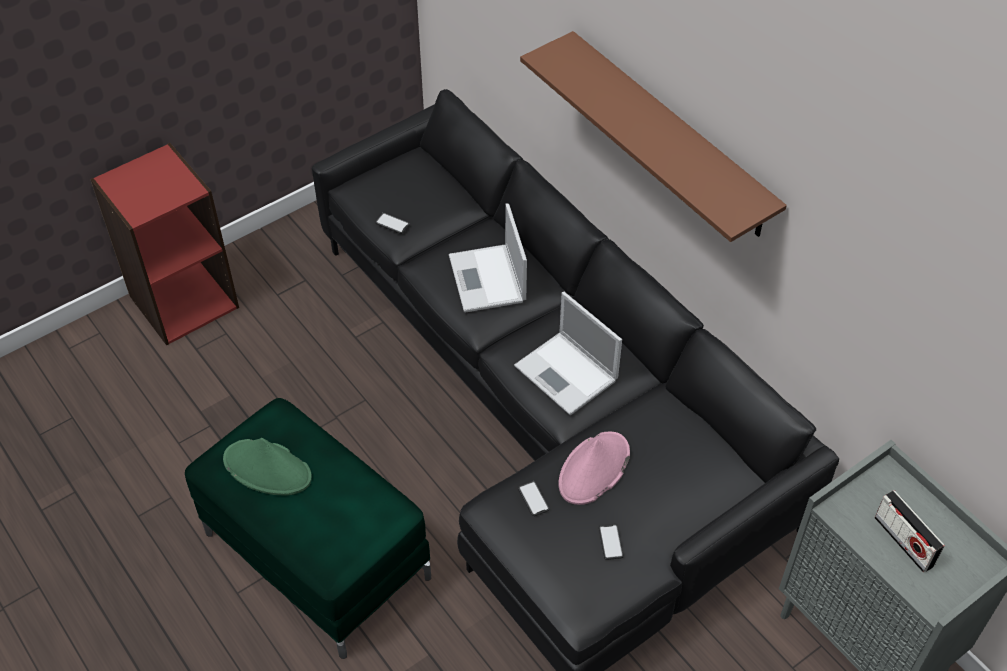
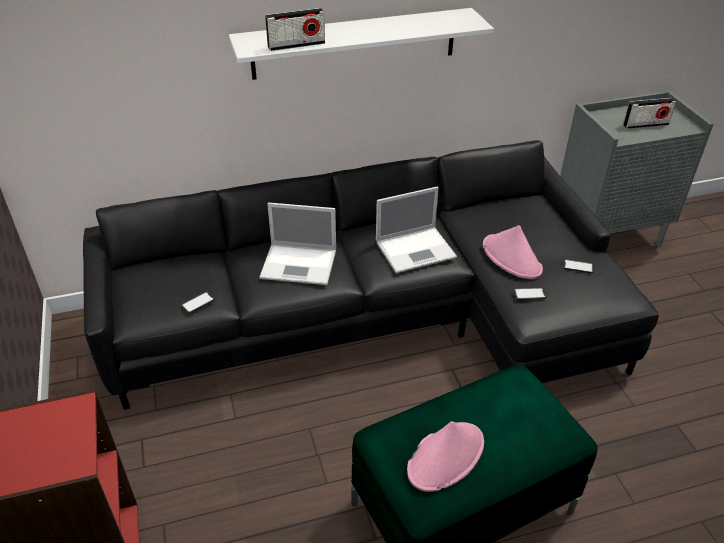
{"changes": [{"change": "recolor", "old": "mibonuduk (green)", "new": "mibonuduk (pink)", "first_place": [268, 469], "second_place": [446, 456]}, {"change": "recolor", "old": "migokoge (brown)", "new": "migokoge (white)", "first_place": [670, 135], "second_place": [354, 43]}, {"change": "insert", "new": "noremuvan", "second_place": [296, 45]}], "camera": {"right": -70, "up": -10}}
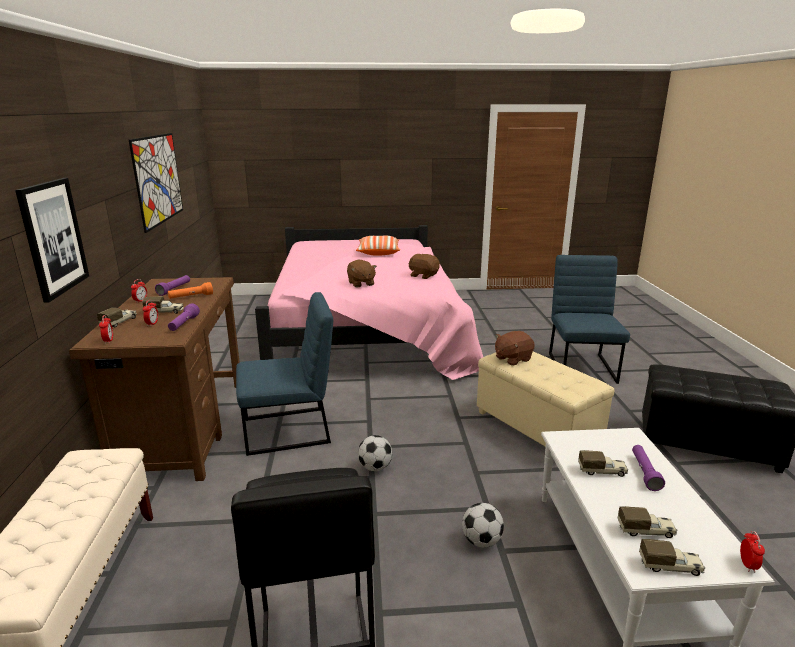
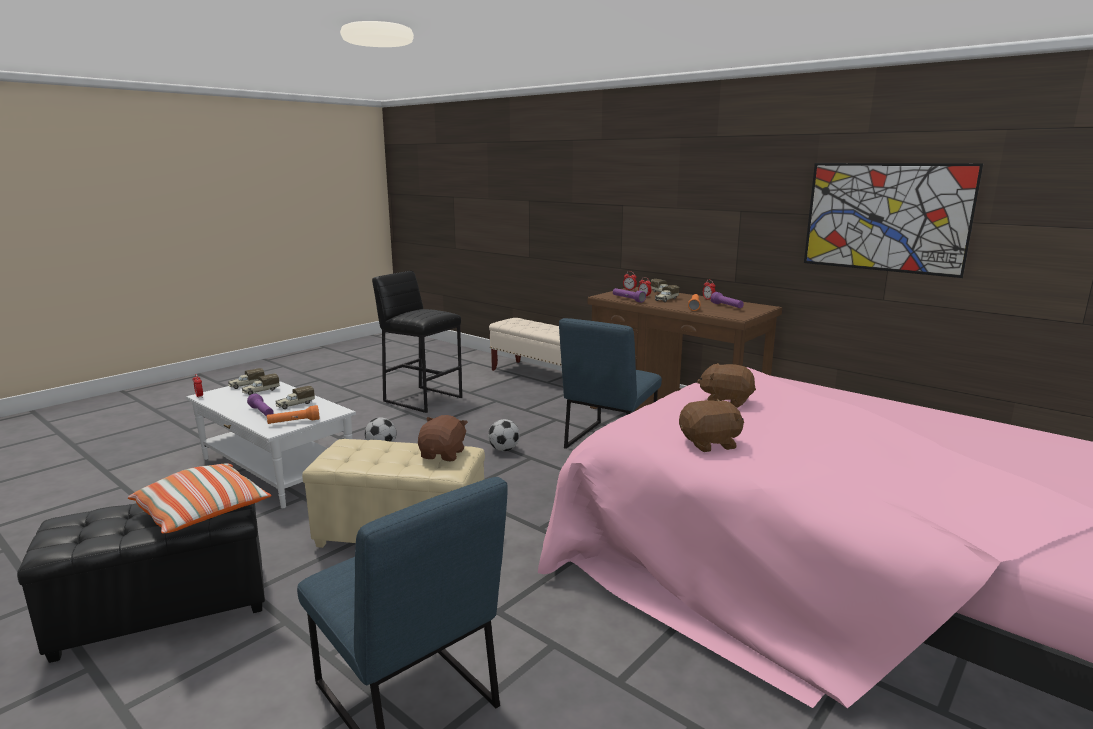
{"changes": [{"change": "delete", "old": "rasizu", "first_place": [53, 237]}, {"change": "move", "old": "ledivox", "first_place": [378, 253], "second_place": [203, 514]}, {"change": "insert", "new": "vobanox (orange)", "second_place": [293, 422]}], "camera": {"right": 135, "up": -5}}
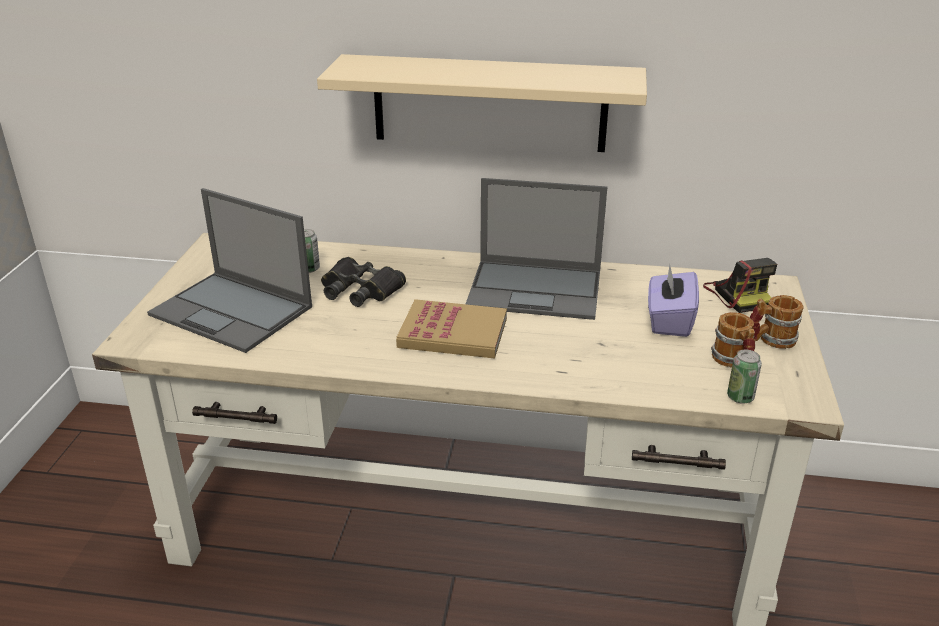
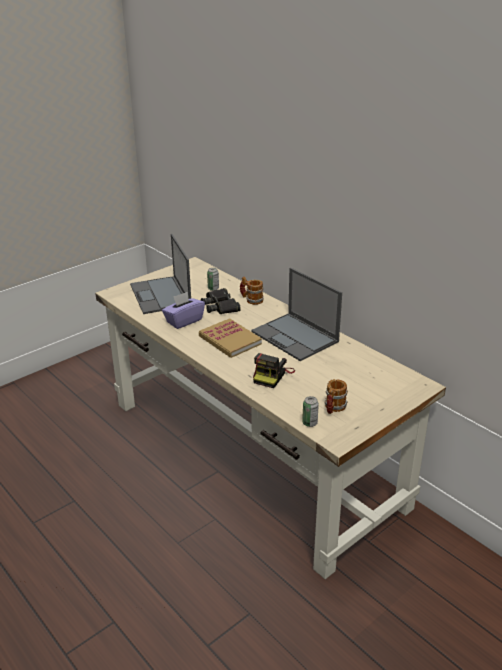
{"changes": [{"change": "delete", "old": "migokoge (beige)", "first_place": [489, 103]}, {"change": "move", "old": "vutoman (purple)", "first_place": [669, 320], "second_place": [184, 321]}, {"change": "move", "old": "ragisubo", "first_place": [738, 295], "second_place": [272, 375]}, {"change": "move", "old": "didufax", "first_place": [770, 340], "second_place": [251, 300]}], "camera": {"right": 40, "up": 0}}
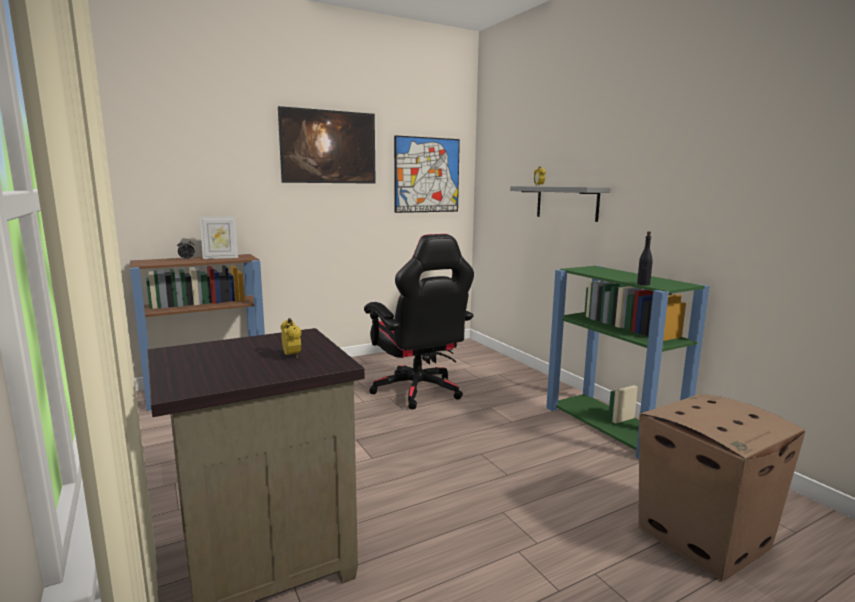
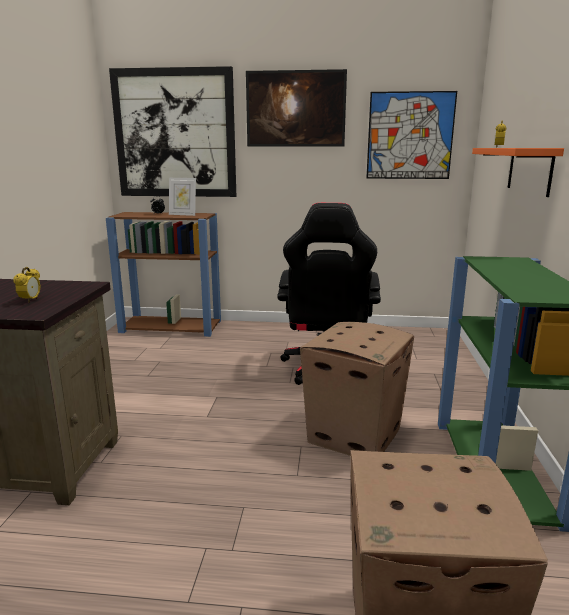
{"changes": [{"change": "recolor", "old": "migokoge (grey)", "new": "migokoge (orange)", "first_place": [566, 203], "second_place": [529, 170]}, {"change": "delete", "old": "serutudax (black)", "first_place": [643, 284]}, {"change": "insert", "new": "rasizu", "second_place": [175, 134]}, {"change": "insert", "new": "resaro", "second_place": [355, 435]}], "camera": {"right": 35, "up": 5}}
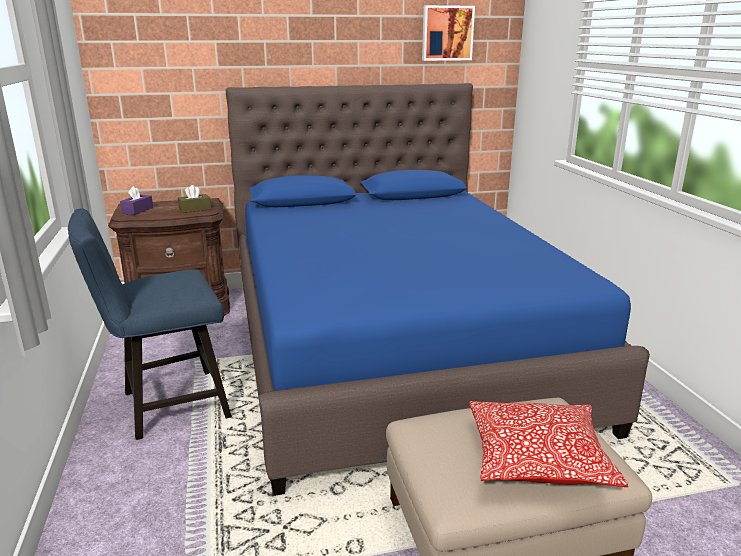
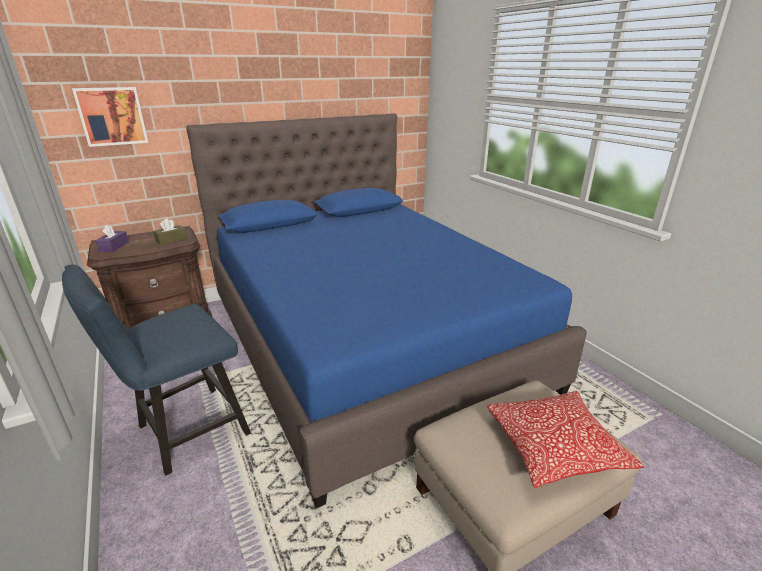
{"changes": [{"change": "move", "old": "rasizu", "first_place": [447, 33], "second_place": [112, 116]}], "camera": {"right": -15, "up": 5}}
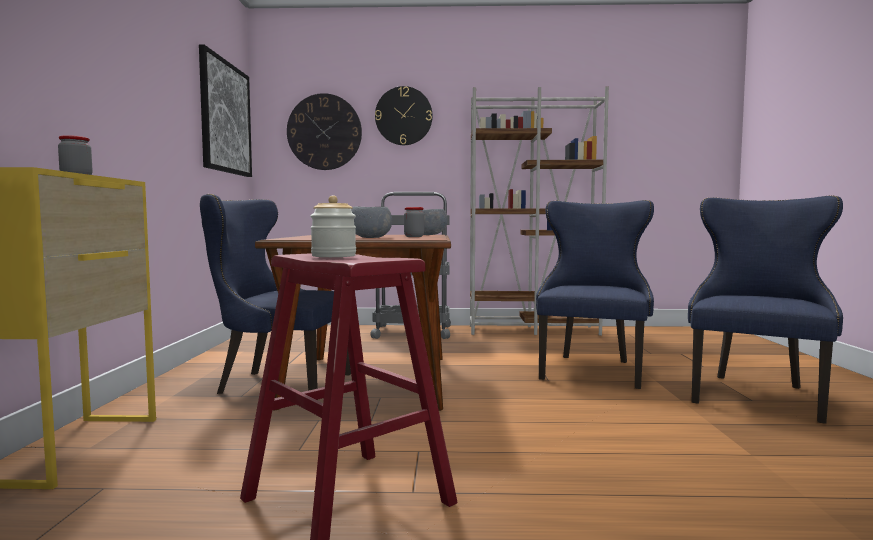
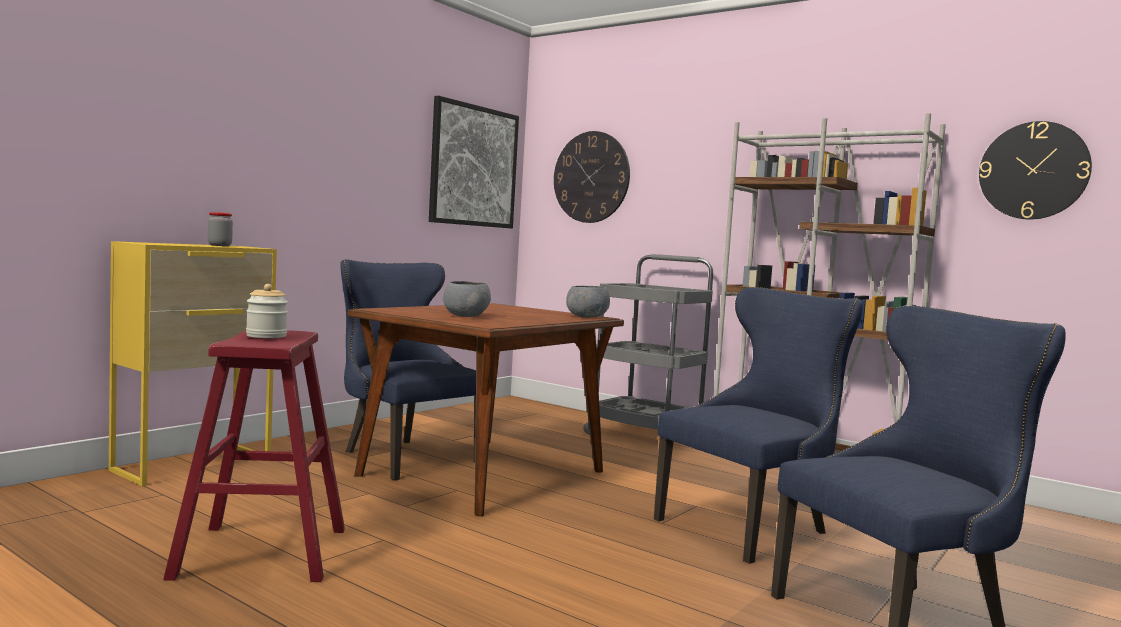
{"changes": [{"change": "move", "old": "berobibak", "first_place": [403, 116], "second_place": [1033, 170]}, {"change": "delete", "old": "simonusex", "first_place": [414, 236]}], "camera": {"right": 35, "up": 0}}
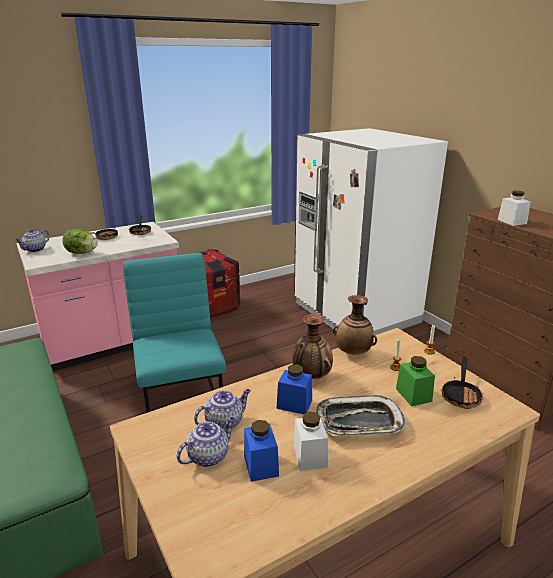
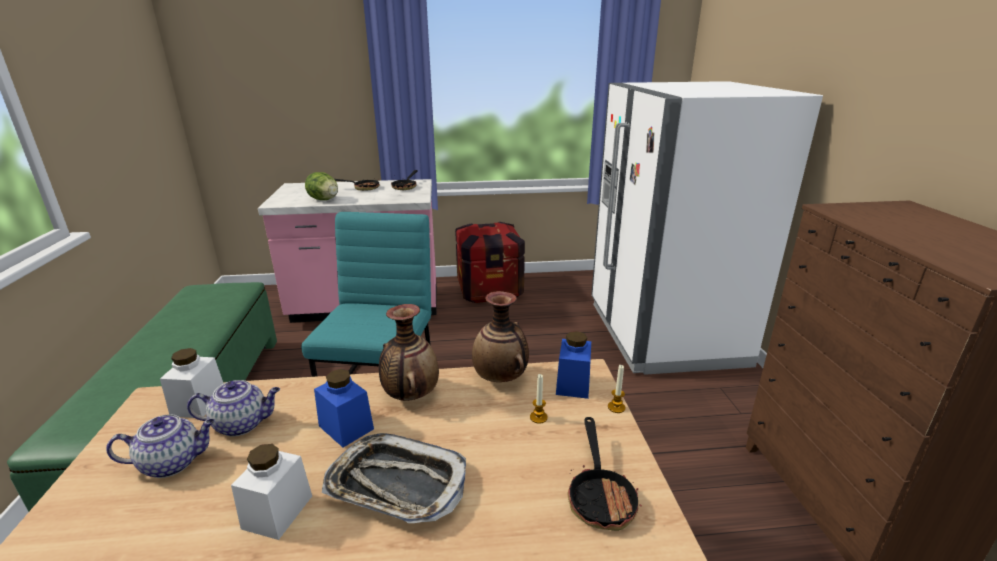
{"changes": [{"change": "delete", "old": "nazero", "first_place": [35, 250]}, {"change": "move", "old": "simonusex (blue)", "first_place": [261, 465], "second_place": [573, 384]}, {"change": "delete", "old": "simonusex (green)", "first_place": [413, 395]}, {"change": "rotate", "old": "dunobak", "first_place": [461, 394], "second_place": [600, 495], "degrees": -45}, {"change": "move", "old": "simonusex (white)", "first_place": [512, 221], "second_place": [199, 403]}], "camera": {"right": 25, "up": 0}}
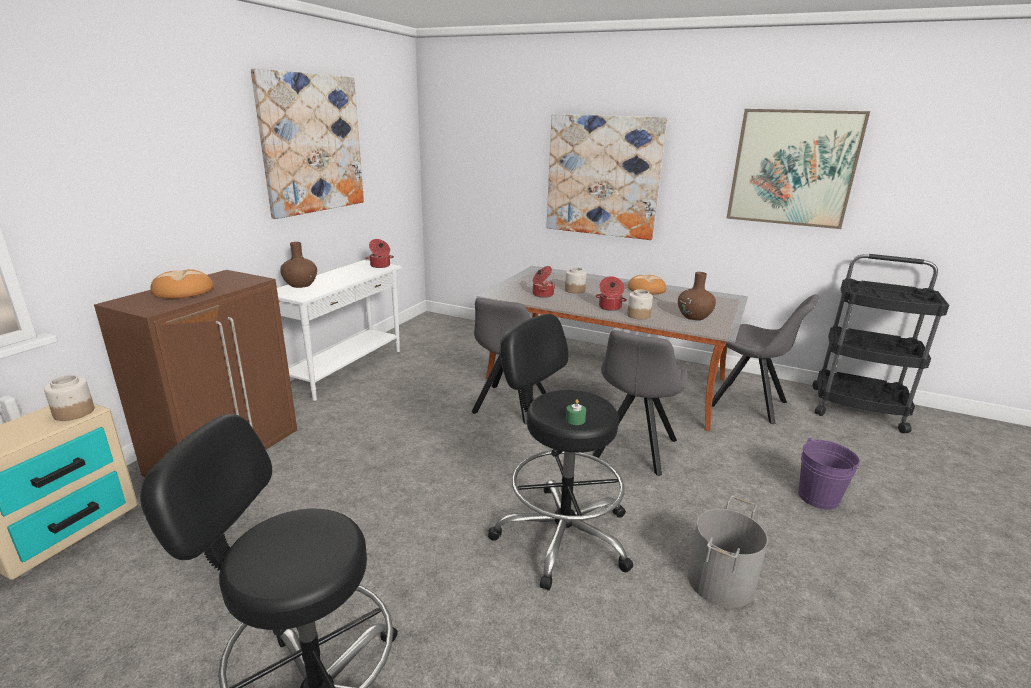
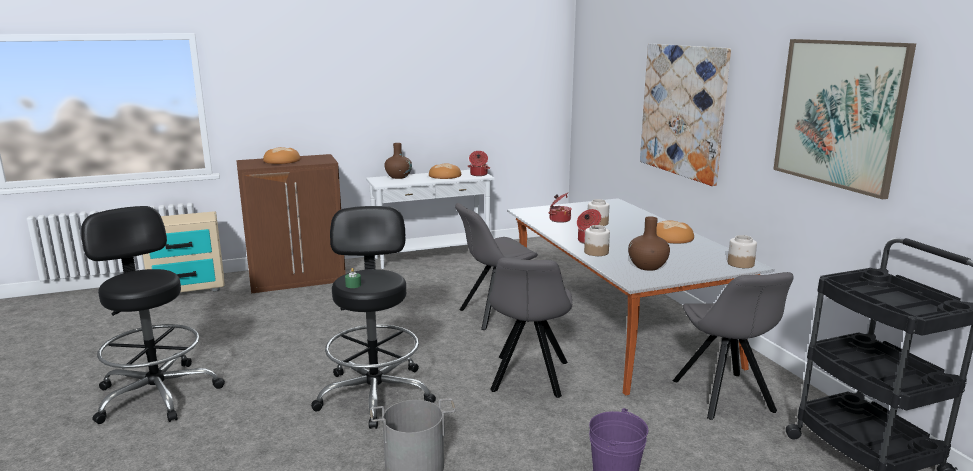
{"changes": [{"change": "move", "old": "simonusex", "first_place": [73, 412], "second_place": [740, 264]}, {"change": "delete", "old": "rasizu", "first_place": [312, 144]}, {"change": "rotate", "old": "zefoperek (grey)", "first_place": [634, 449], "second_place": [529, 376], "degrees": -60}, {"change": "insert", "new": "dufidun", "second_place": [445, 176]}], "camera": {"right": 45, "up": -5}}
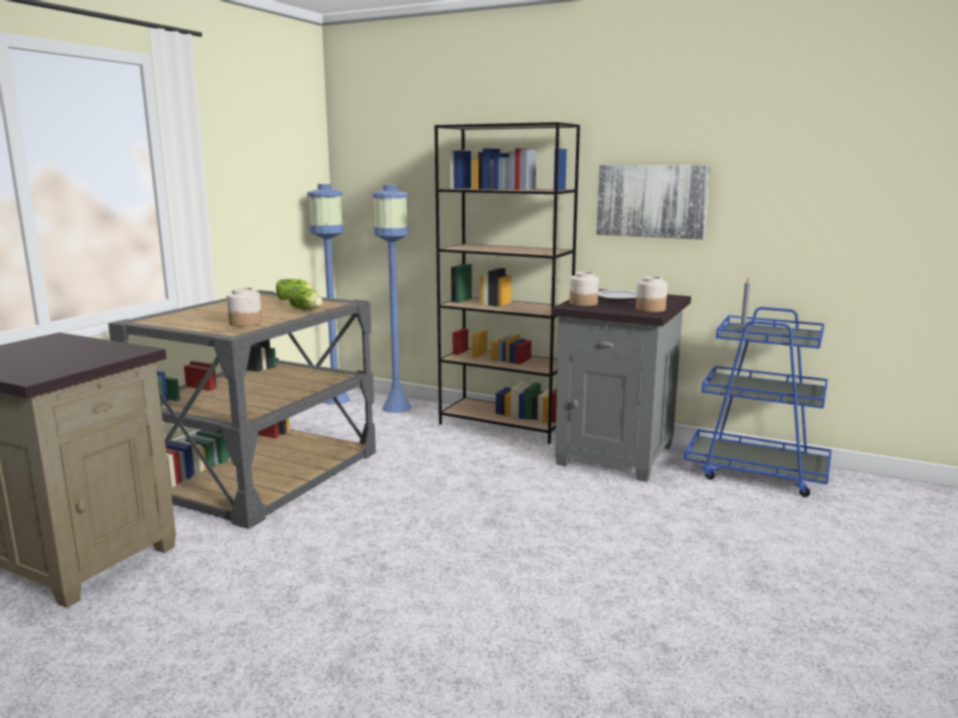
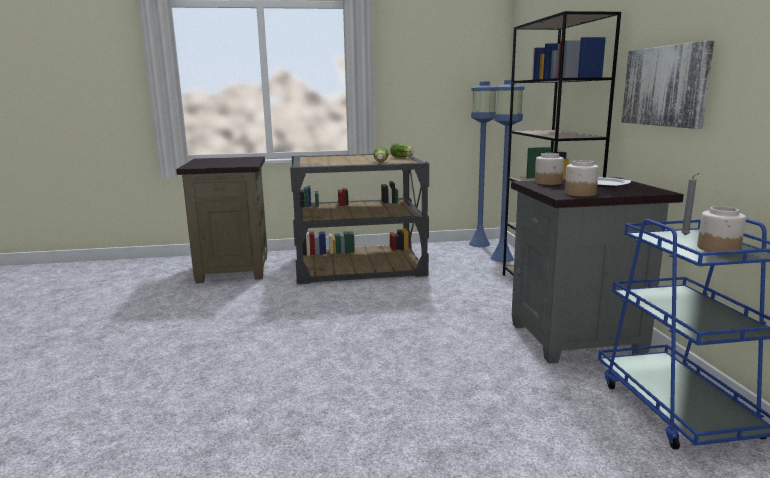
{"changes": [{"change": "move", "old": "simonusex", "first_place": [245, 323], "second_place": [718, 248]}], "camera": {"right": 55, "up": 0}}
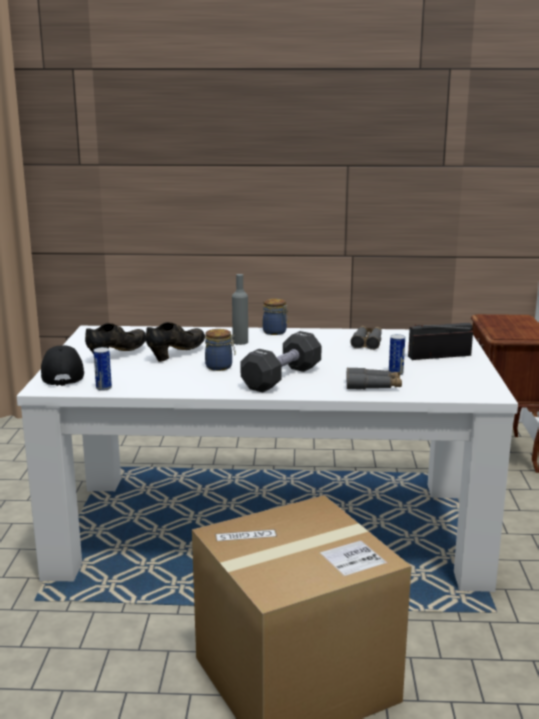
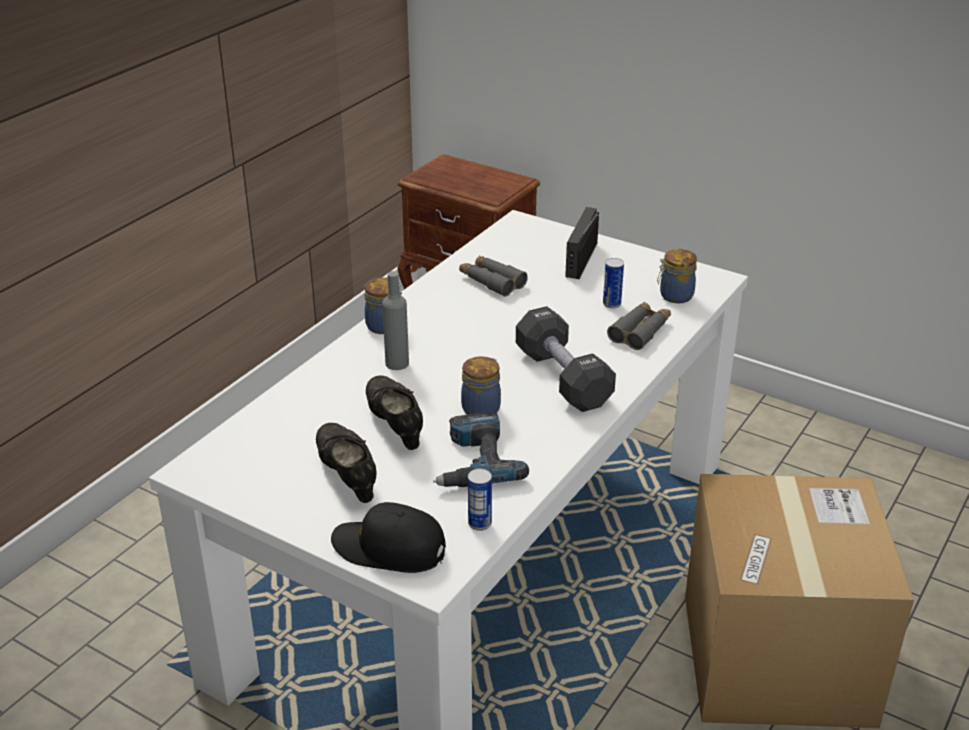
{"changes": [{"change": "insert", "new": "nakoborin", "second_place": [473, 461]}, {"change": "insert", "new": "simonusex", "second_place": [674, 296]}], "camera": {"right": -60, "up": 15}}
